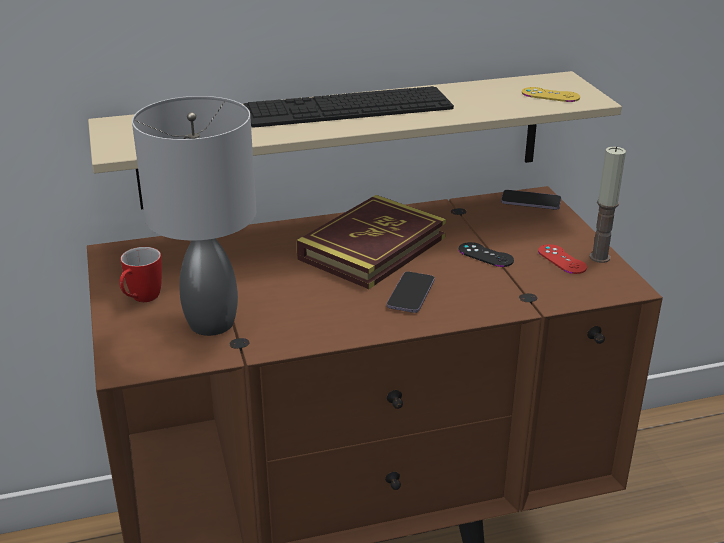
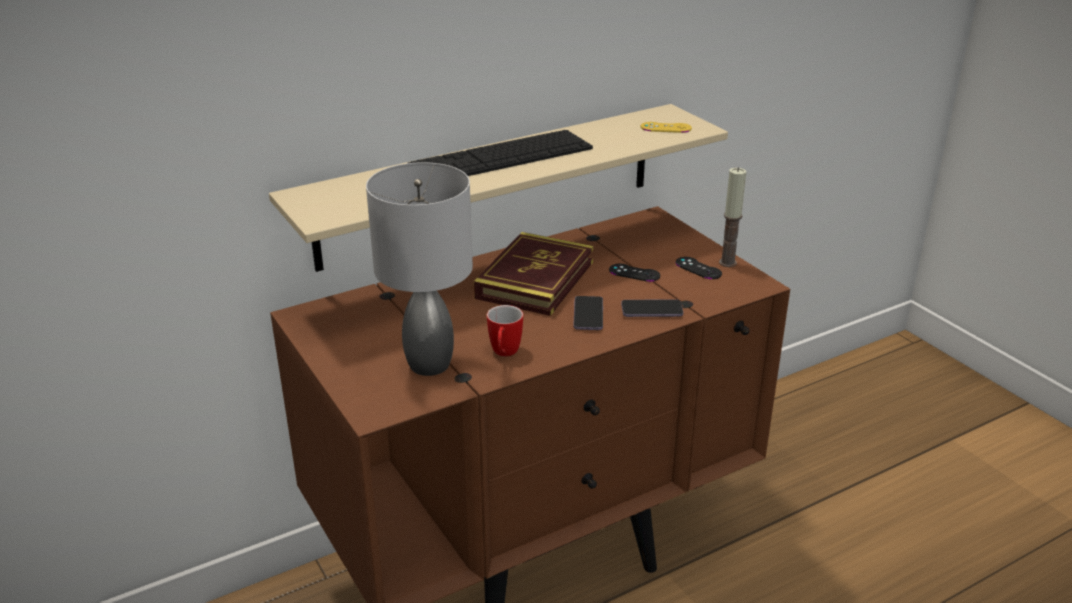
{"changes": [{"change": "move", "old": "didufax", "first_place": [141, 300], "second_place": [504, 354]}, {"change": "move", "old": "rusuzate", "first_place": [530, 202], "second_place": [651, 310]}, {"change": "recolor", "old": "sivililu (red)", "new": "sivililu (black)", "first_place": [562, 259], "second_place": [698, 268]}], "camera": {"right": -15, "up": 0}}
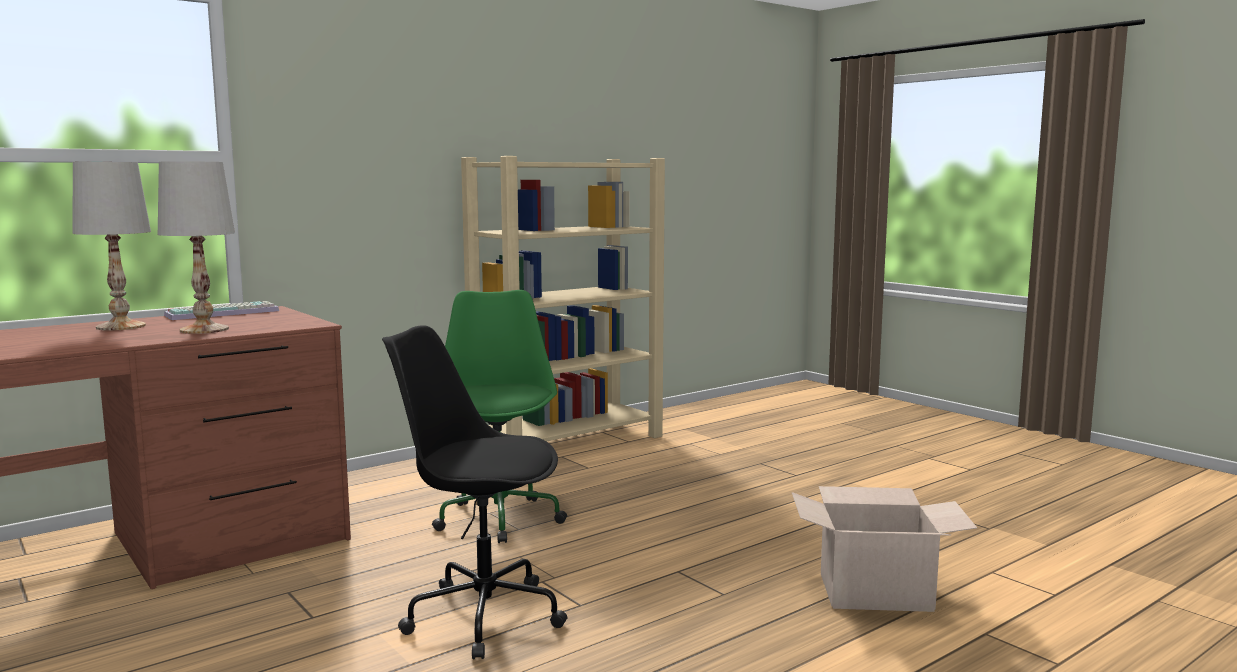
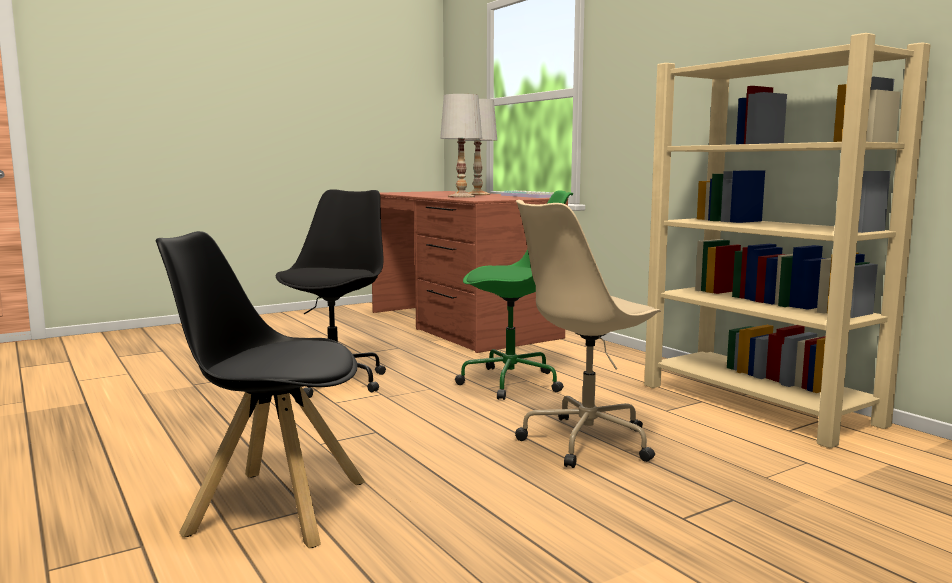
{"changes": [{"change": "replace", "old": "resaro", "new": "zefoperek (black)", "first_place": [875, 593], "second_place": [273, 506]}, {"change": "insert", "new": "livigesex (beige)", "second_place": [583, 443]}], "camera": {"right": 95, "up": 0}}
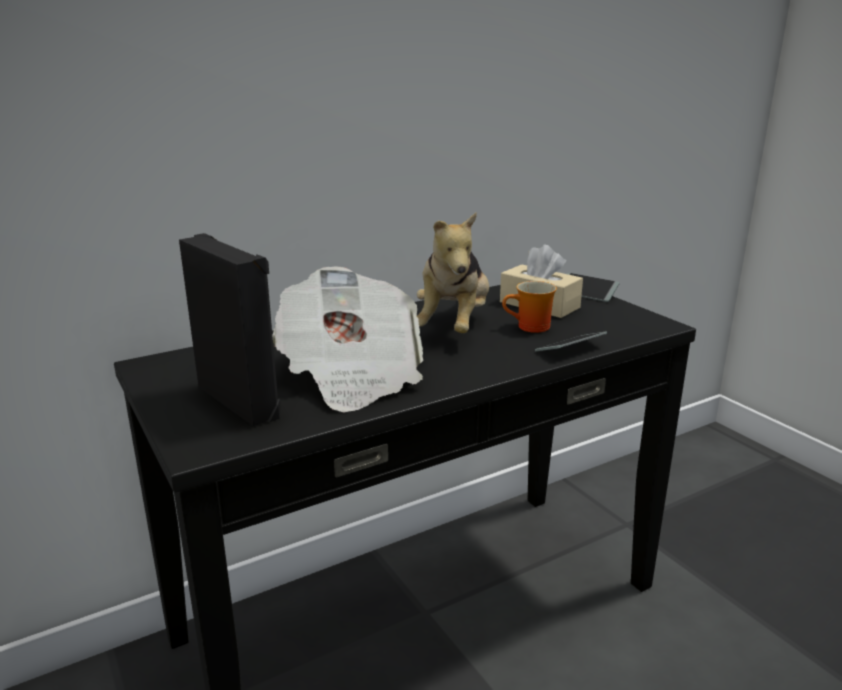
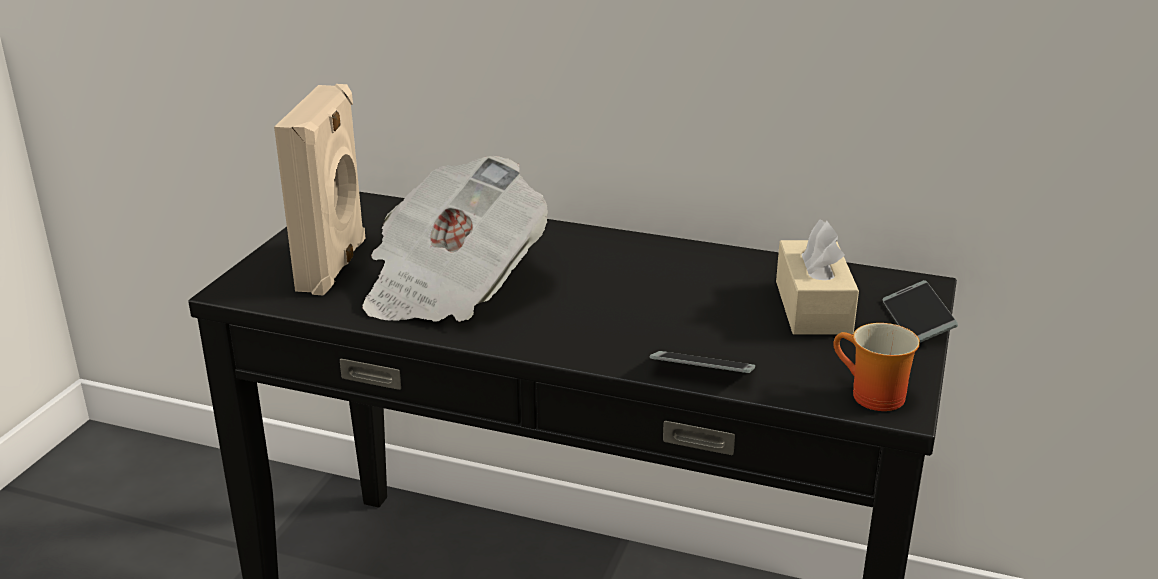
{"changes": [{"change": "recolor", "old": "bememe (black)", "new": "bememe (beige)", "first_place": [241, 400], "second_place": [334, 266]}, {"change": "delete", "old": "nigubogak", "first_place": [454, 326]}, {"change": "move", "old": "didufax", "first_place": [530, 328], "second_place": [870, 396]}], "camera": {"right": 50, "up": 5}}
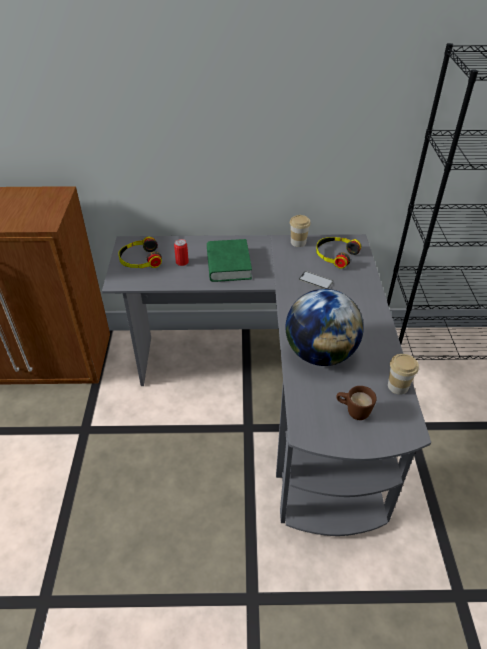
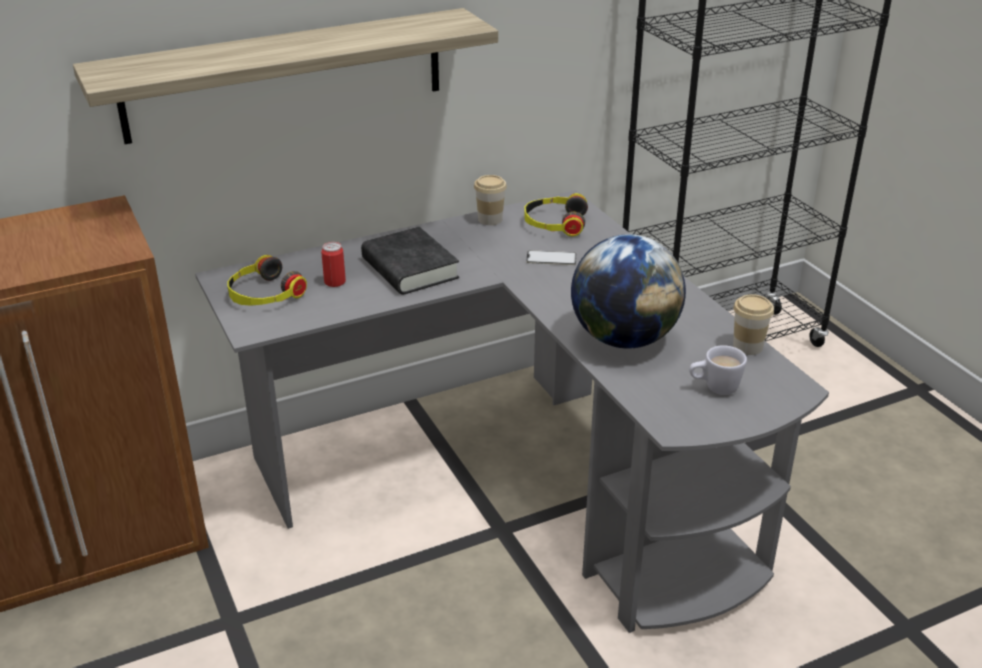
{"changes": [{"change": "recolor", "old": "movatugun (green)", "new": "movatugun (black)", "first_place": [228, 265], "second_place": [410, 269]}, {"change": "recolor", "old": "didufax (brown)", "new": "didufax (white)", "first_place": [353, 411], "second_place": [714, 388]}, {"change": "insert", "new": "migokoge", "second_place": [285, 75]}], "camera": {"right": -25, "up": -10}}
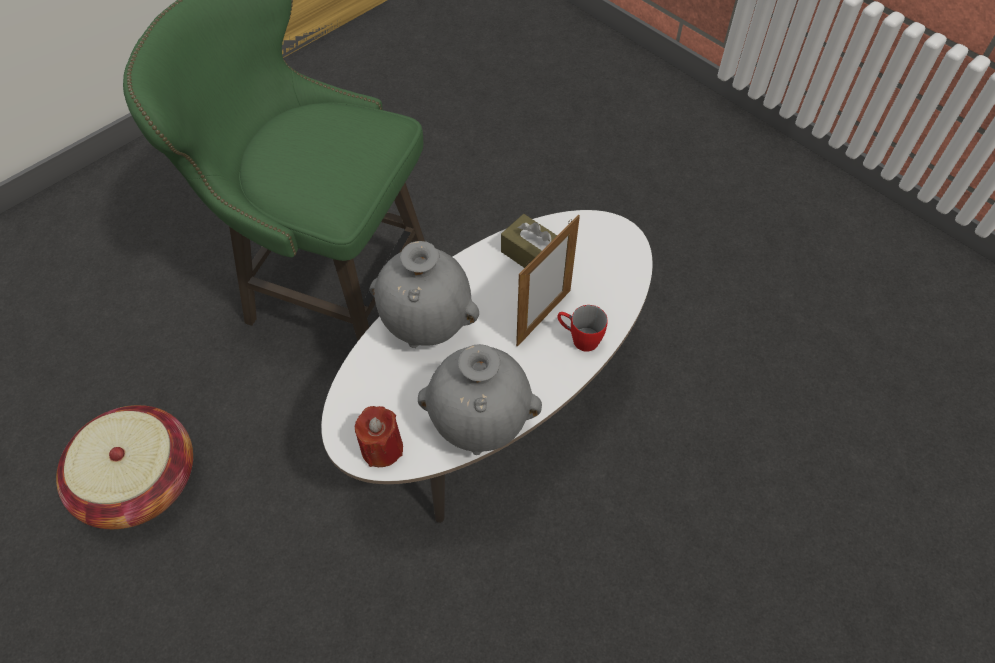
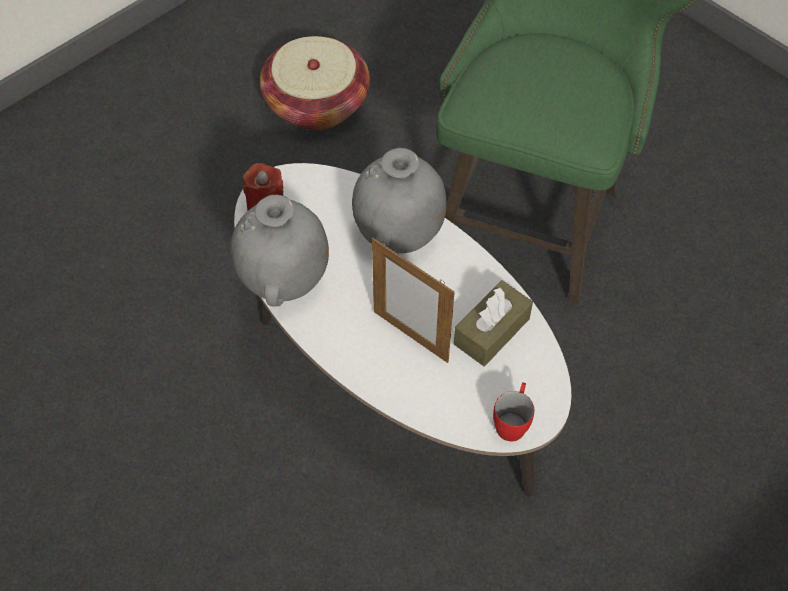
{"changes": [{"change": "move", "old": "didufax (red)", "first_place": [579, 338], "second_place": [512, 421]}], "camera": {"right": 90, "up": 0}}
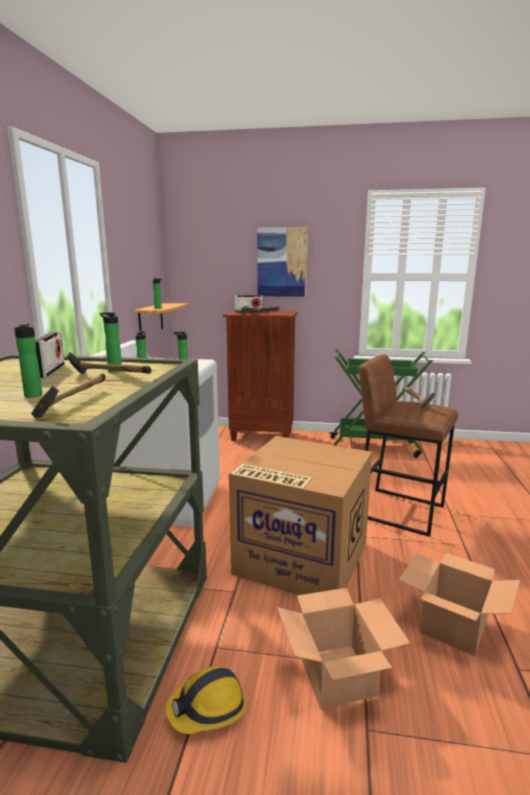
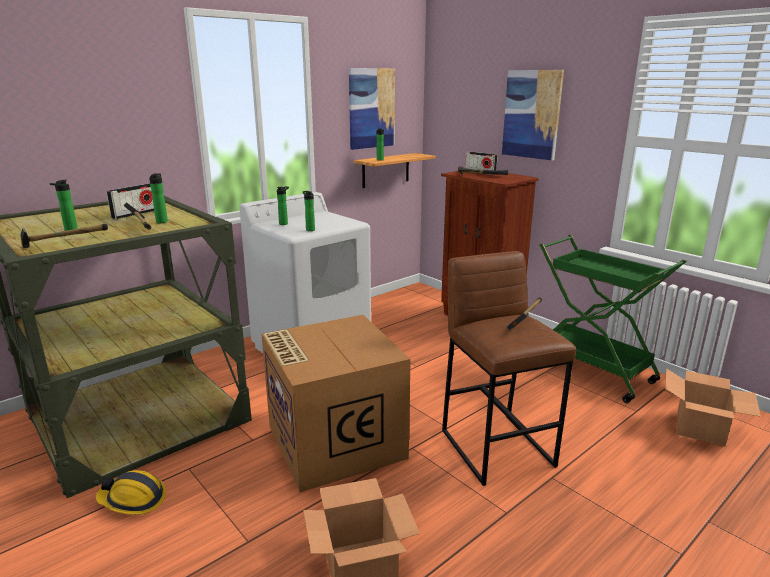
{"changes": [{"change": "move", "old": "resaro", "first_place": [336, 674], "second_place": [699, 428]}, {"change": "insert", "new": "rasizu", "second_place": [371, 108]}], "camera": {"right": 40, "up": 5}}
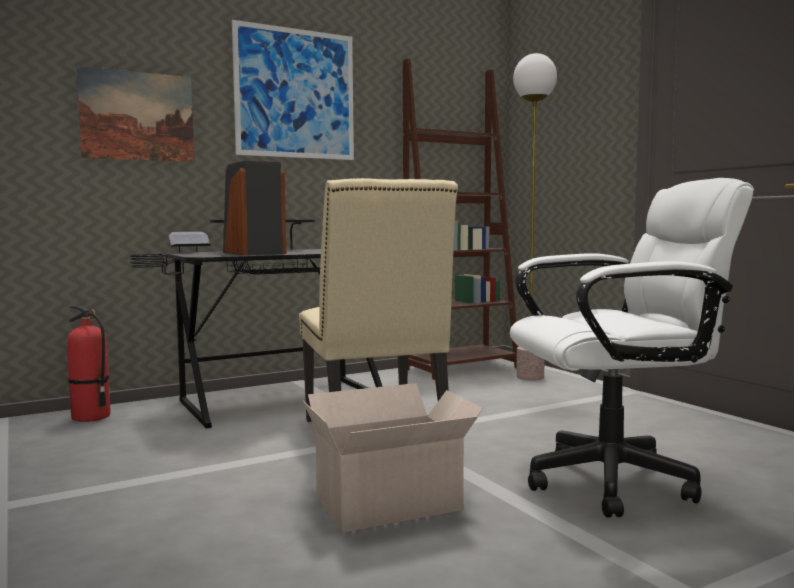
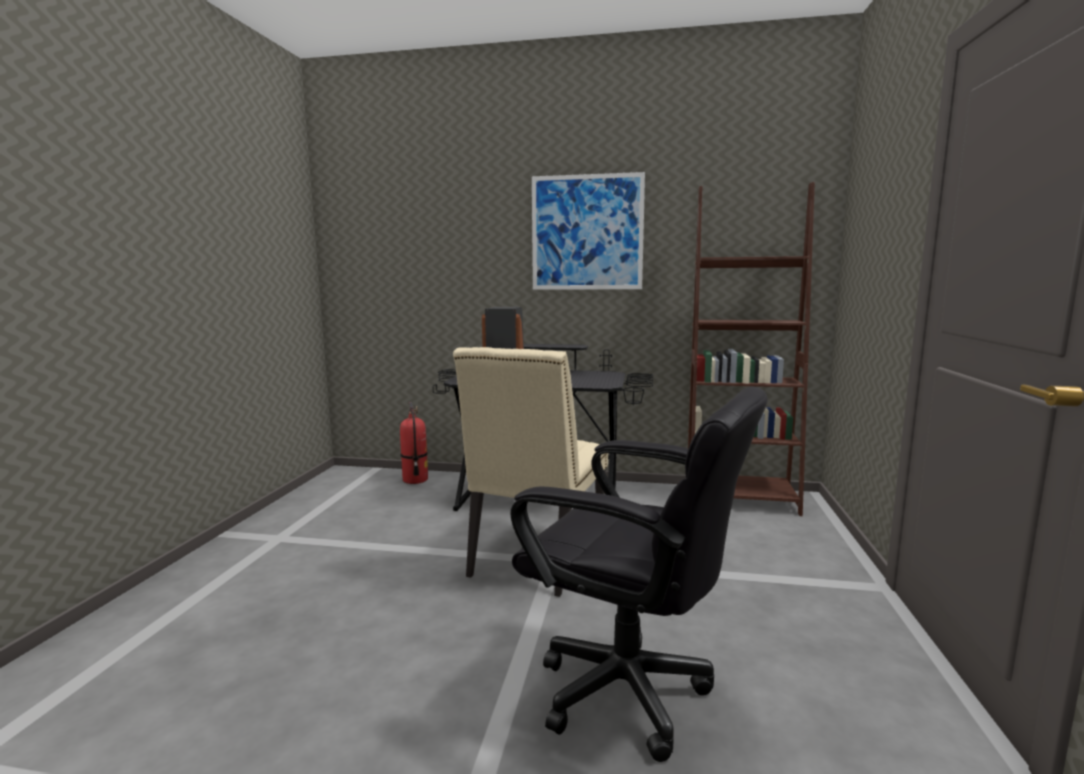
{"changes": [{"change": "delete", "old": "rasizu", "first_place": [137, 116]}, {"change": "delete", "old": "resaro", "first_place": [392, 504]}, {"change": "recolor", "old": "livigesex (white)", "new": "livigesex (black)", "first_place": [618, 482], "second_place": [634, 695]}, {"change": "delete", "old": "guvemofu", "first_place": [530, 377]}], "camera": {"right": 40, "up": 5}}
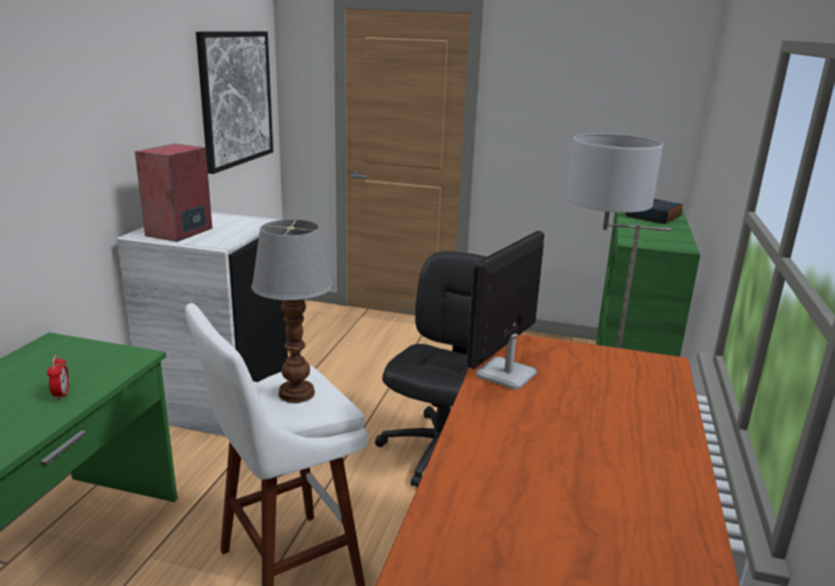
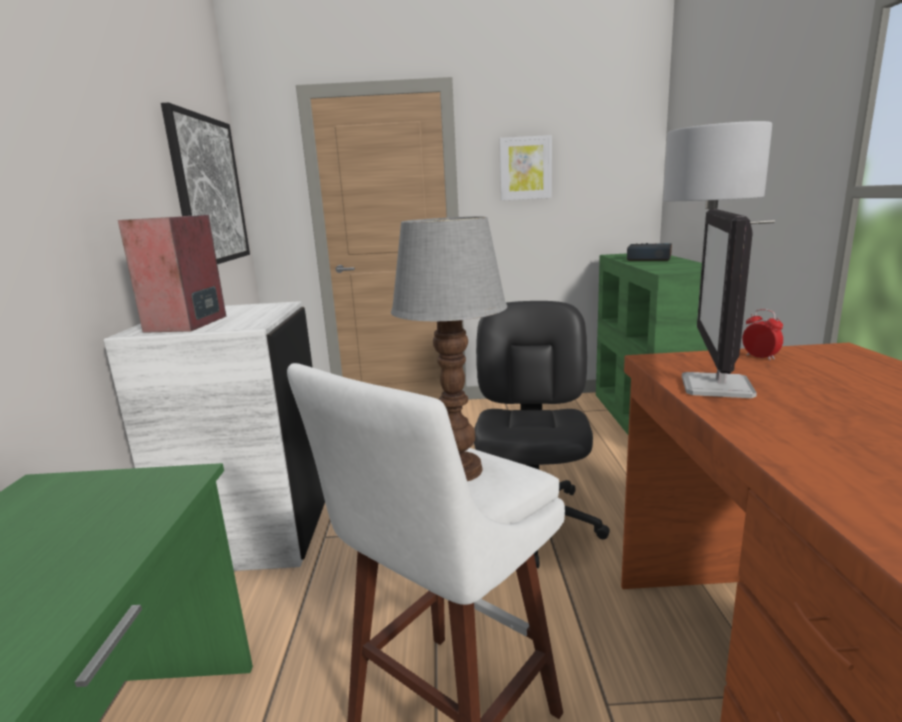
{"changes": [{"change": "move", "old": "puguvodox", "first_place": [61, 394], "second_place": [760, 357]}, {"change": "insert", "new": "rasizu", "second_place": [525, 168]}], "camera": {"right": -15, "up": -5}}
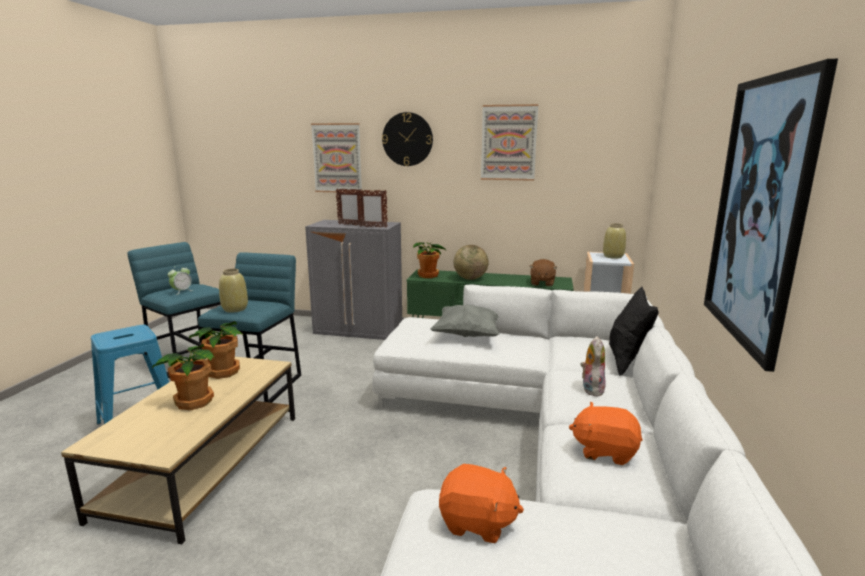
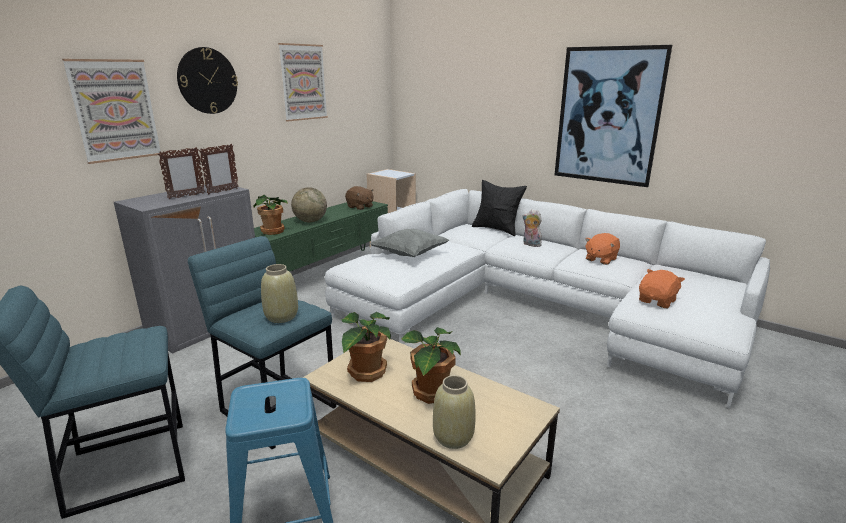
{"changes": [{"change": "delete", "old": "puguvodox", "first_place": [182, 291]}, {"change": "move", "old": "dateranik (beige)", "first_place": [613, 256], "second_place": [453, 437]}], "camera": {"right": -65, "up": 5}}
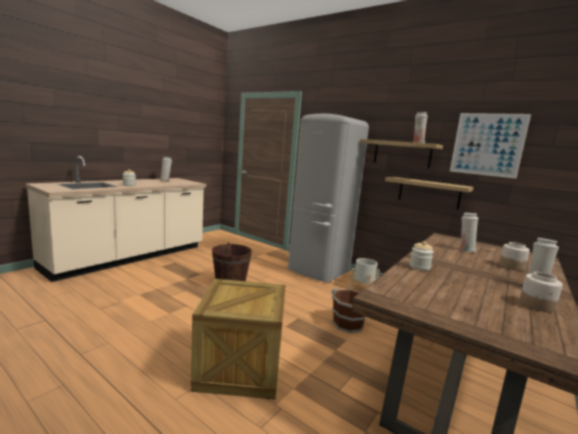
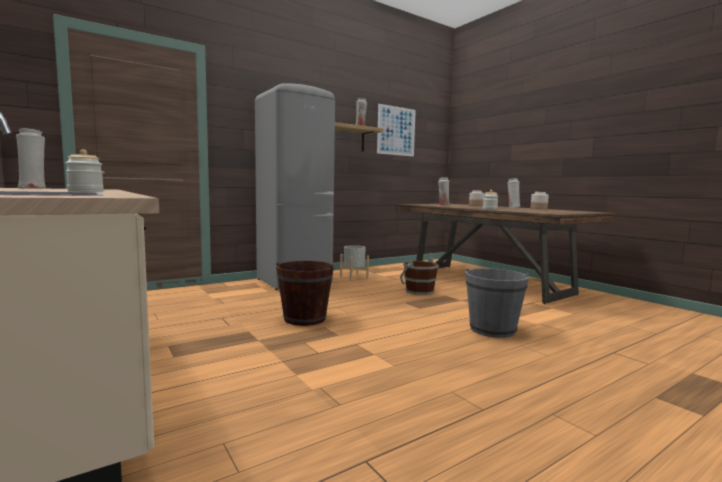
{"changes": [{"change": "replace", "old": "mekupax", "new": "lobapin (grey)", "first_place": [240, 367], "second_place": [492, 329]}, {"change": "delete", "old": "migokoge", "first_place": [429, 192]}], "camera": {"right": -70, "up": -5}}
